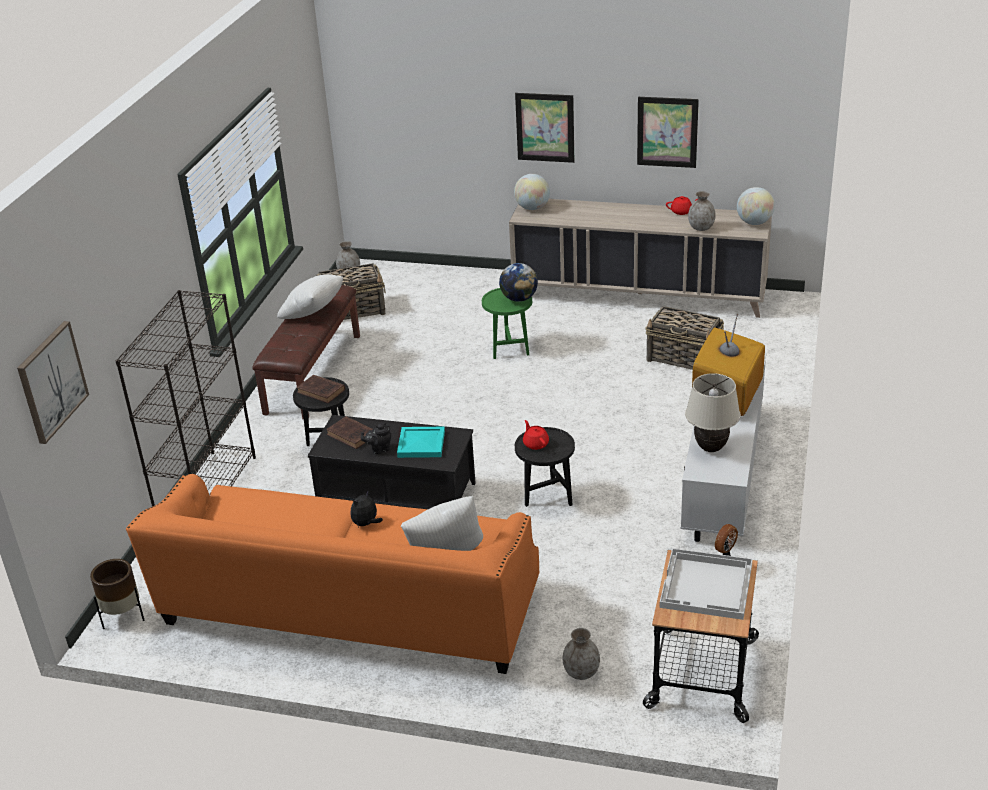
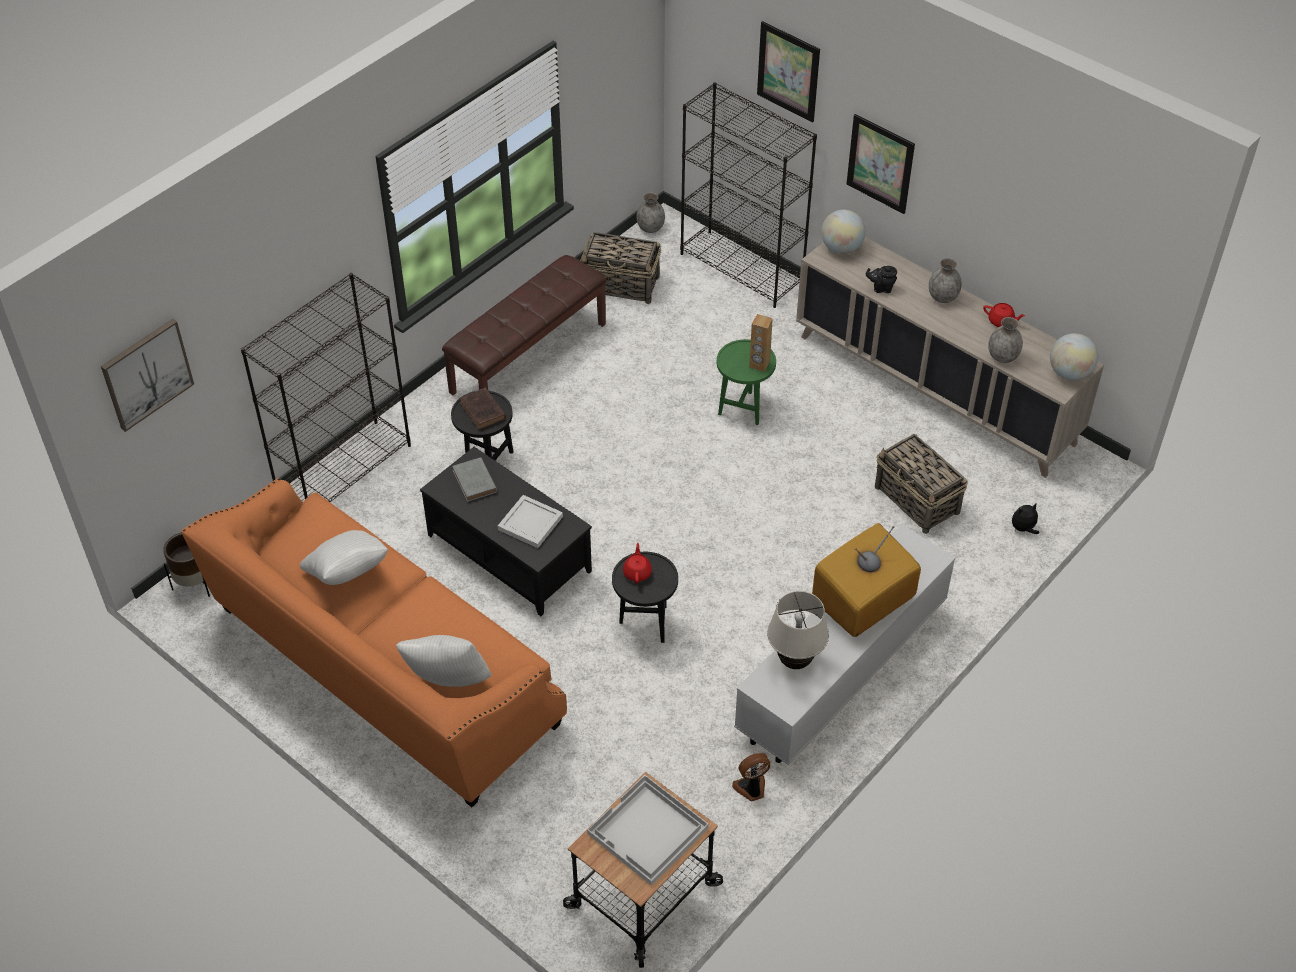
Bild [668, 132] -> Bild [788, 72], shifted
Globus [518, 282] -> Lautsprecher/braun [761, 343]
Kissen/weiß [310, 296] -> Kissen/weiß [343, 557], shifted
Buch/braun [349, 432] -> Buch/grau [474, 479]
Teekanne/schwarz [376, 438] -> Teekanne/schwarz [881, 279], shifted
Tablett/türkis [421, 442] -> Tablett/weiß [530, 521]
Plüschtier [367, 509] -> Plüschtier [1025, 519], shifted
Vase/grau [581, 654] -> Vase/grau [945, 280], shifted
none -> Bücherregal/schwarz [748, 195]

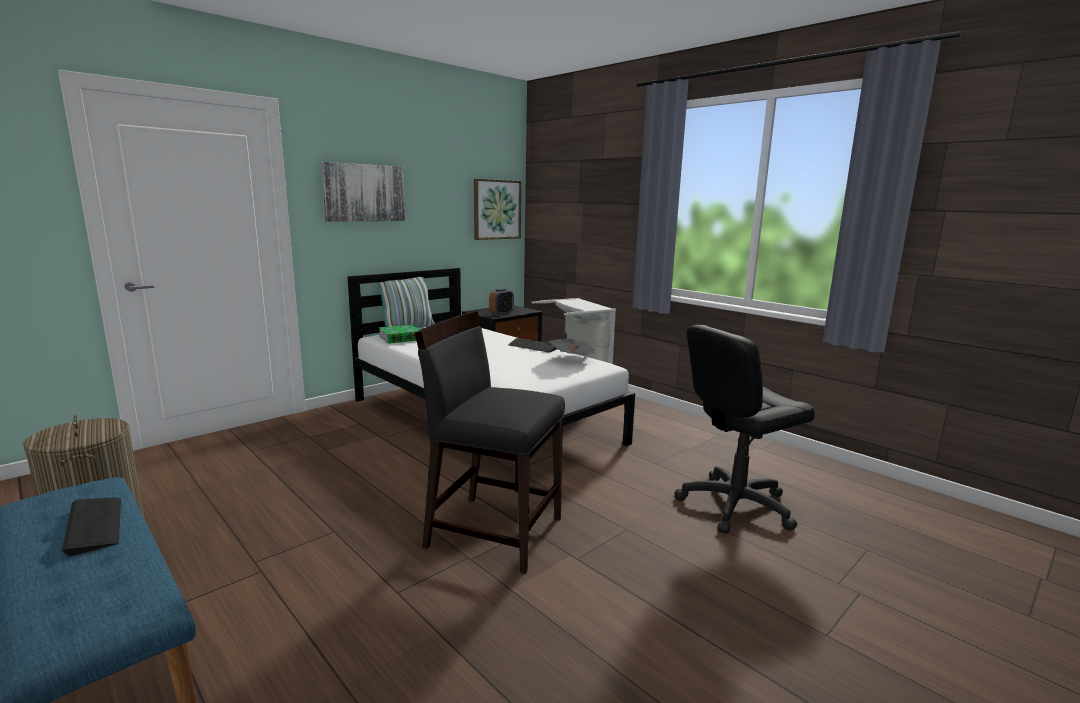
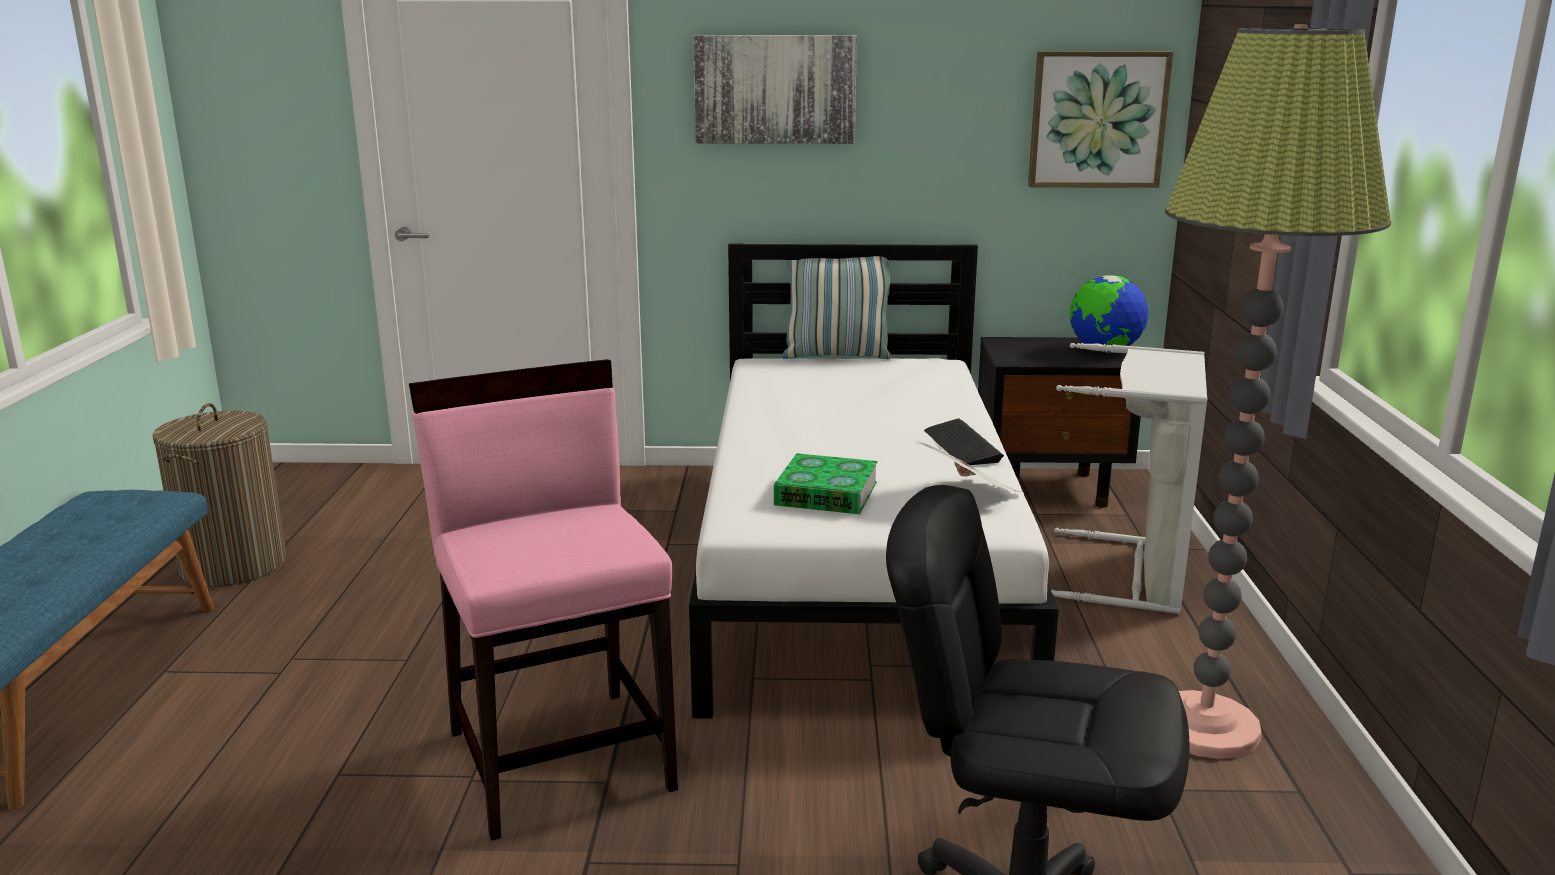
Wecker [501, 302] -> none
Stuhl/schwarz [490, 442] -> Stuhl/rosa [543, 600]
Buch [399, 334] -> Buch [825, 483], shifted
Tastatur [91, 527] -> none
none -> Stehlampe [1278, 392]
none -> Globus [1108, 313]

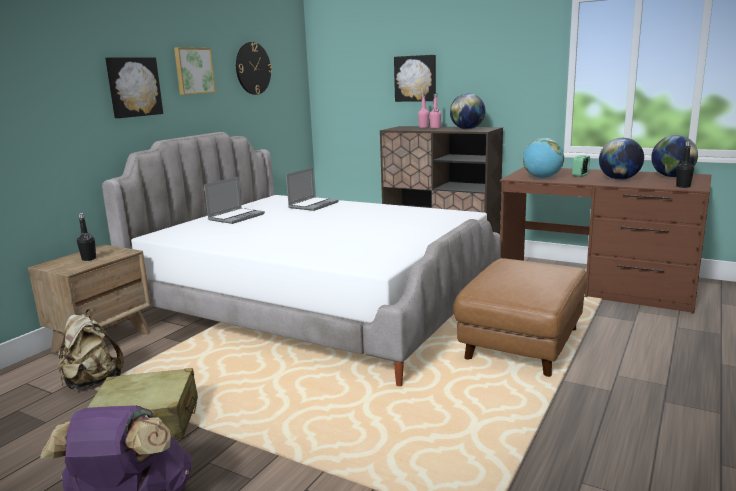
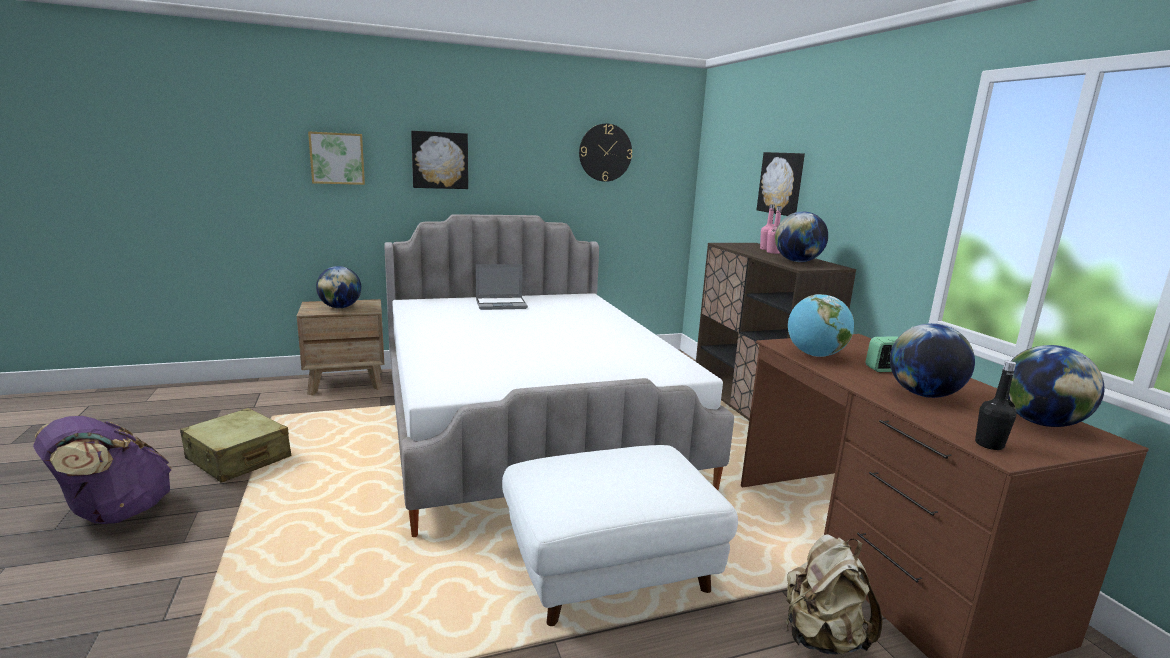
Bild [195, 71] -> Bild [336, 158], shifted
Laptop [312, 189] -> none
Flasche/schwarz [86, 237] -> Globus [338, 287]
Polsterhocker/braun [520, 317] -> Polsterhocker/weiß [620, 535]
Rucksack/beige [91, 349] -> Rucksack/beige [834, 594], shifted

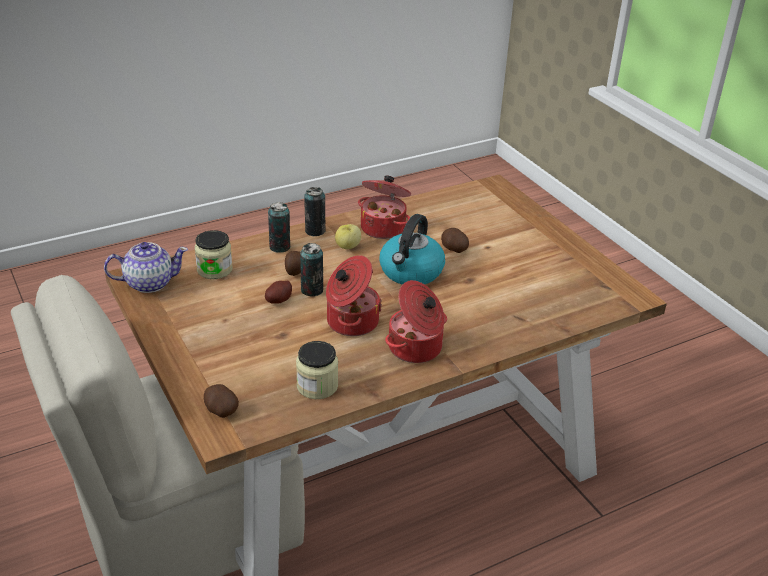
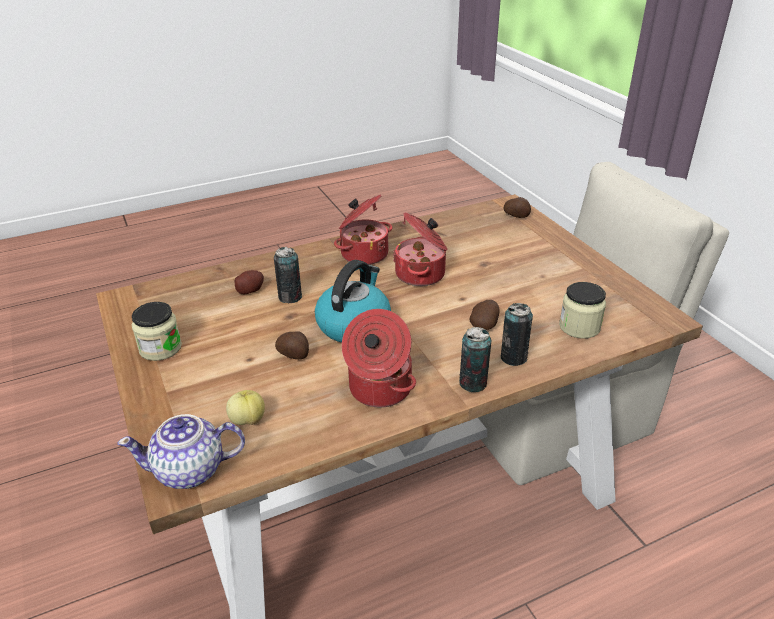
Apfel [348, 236] -> Apfel [245, 407], shifted
Teekanne [146, 267] -> Teekanne [181, 451], shifted
Dose [311, 270] -> Dose [288, 275], shifted
Kartoffel [278, 292] -> Kartoffel [249, 282], shifted
Vorratsglas [317, 370] -> Vorratsglas [157, 331], shifted

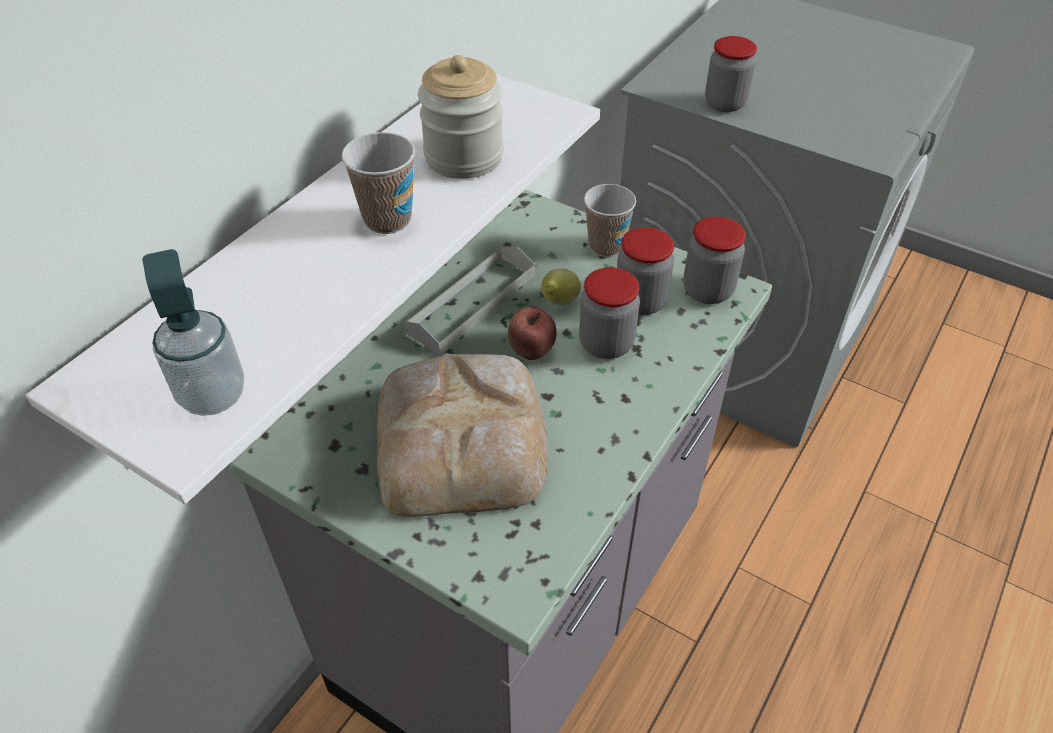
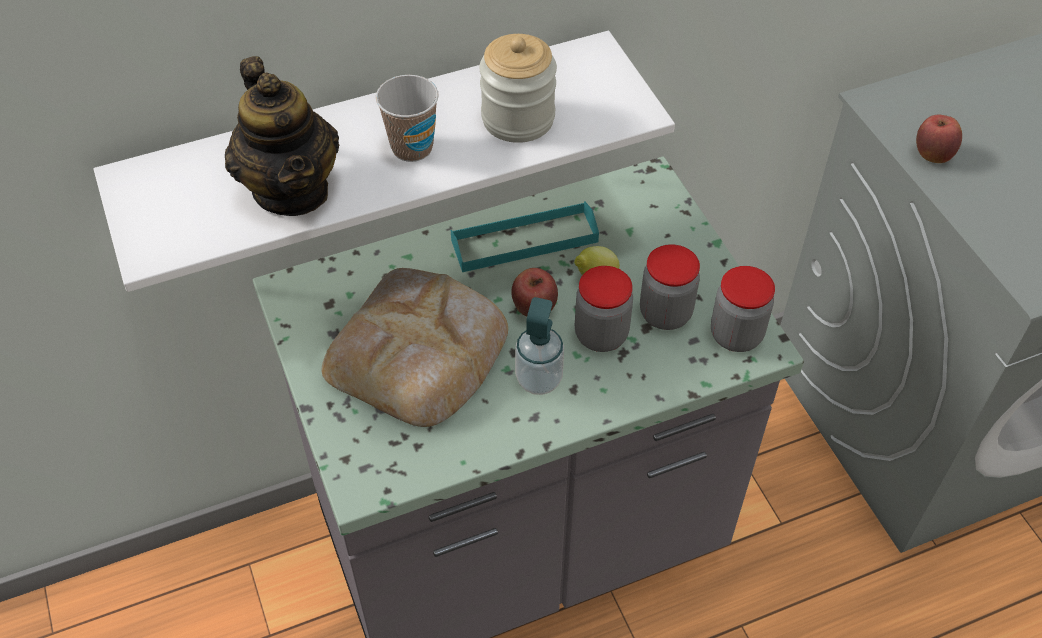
Vorratsglas [731, 74] -> Apfel [939, 138]
Tasse [610, 220] -> none
Tablett/grau [469, 300] -> Tablett/türkis [525, 237]
Seifenspender [193, 332] -> Seifenspender [539, 346], shifted
none -> Teekanne [282, 136]

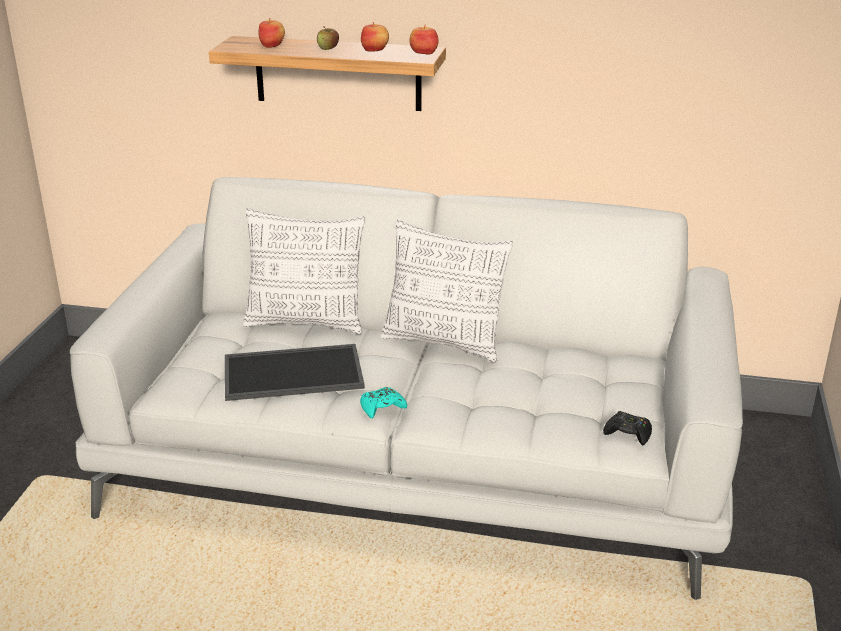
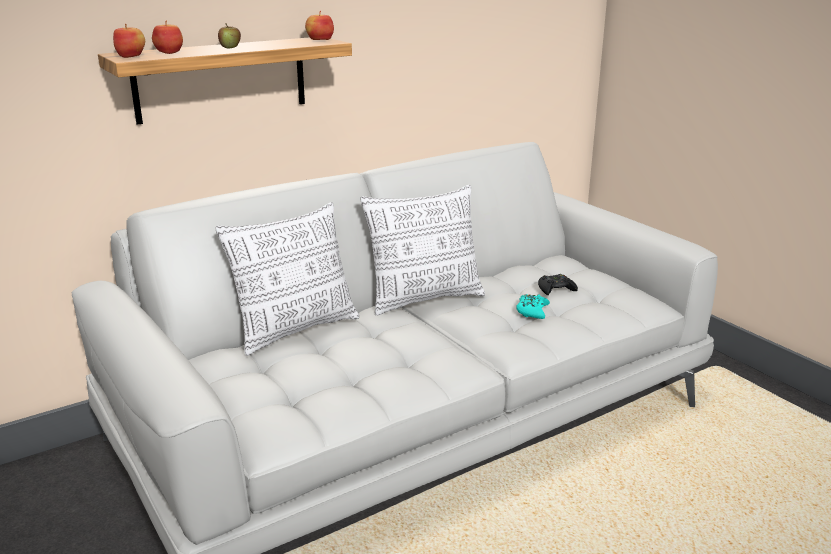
Apfel [375, 37] -> Apfel [129, 40], shifted
Tablett [295, 372] -> none
Gamepad/türkis [383, 403] -> Gamepad/türkis [533, 306], shifted
Gamepad/schwarz [627, 428] -> Gamepad/schwarz [558, 284], shifted

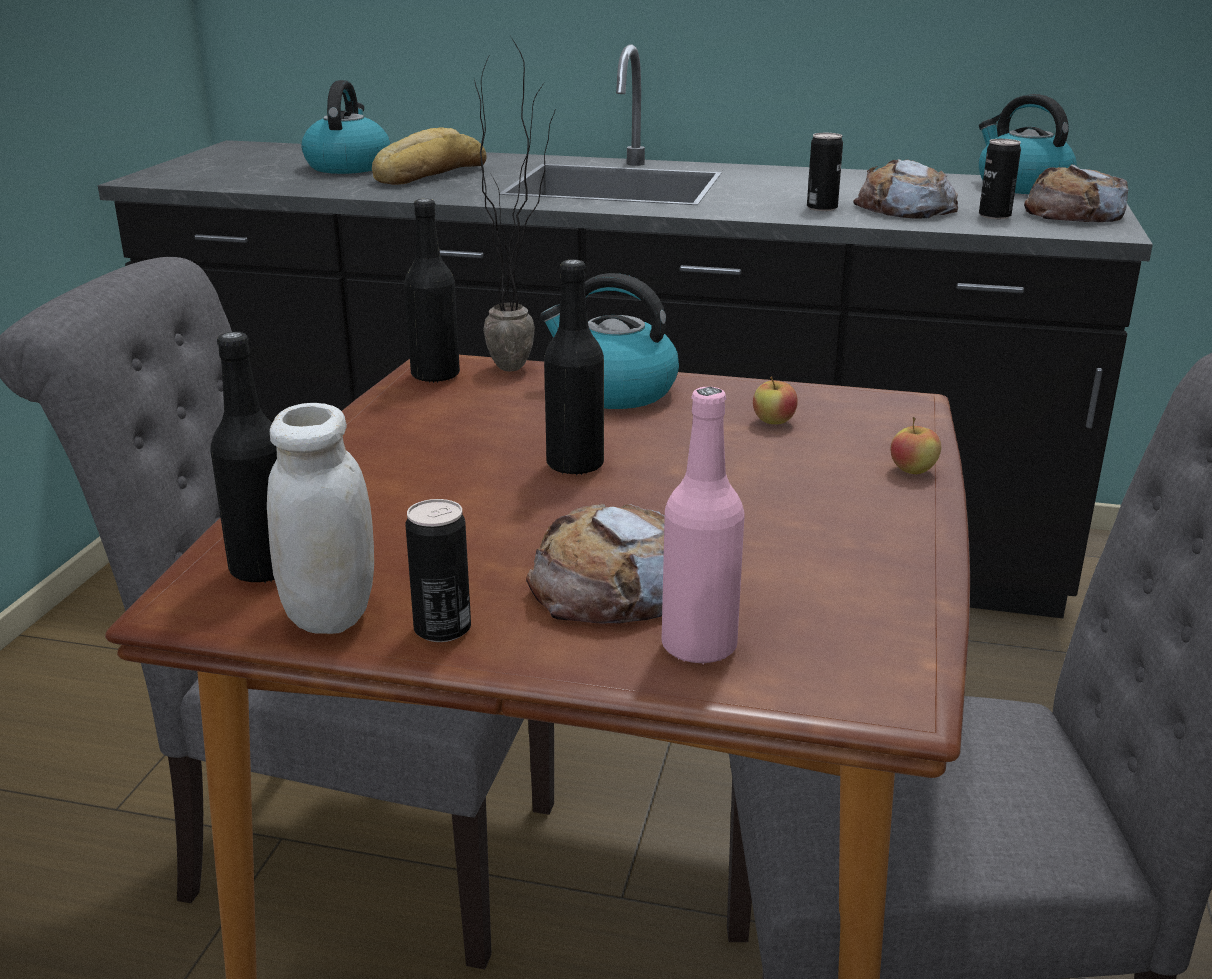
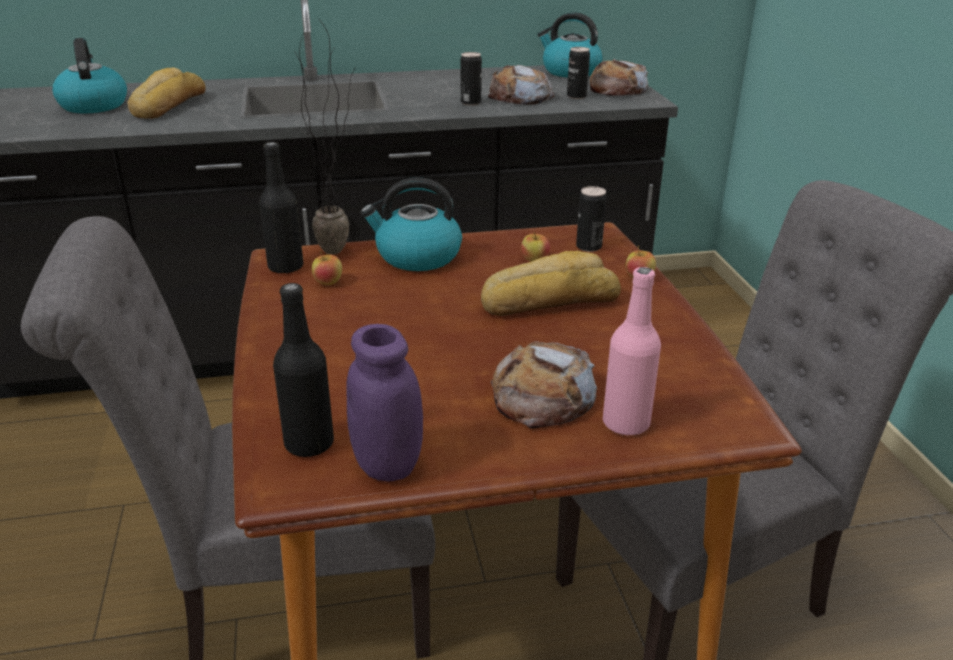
Flasche/schwarz [574, 367] -> none
Vorratsglas/weiß [320, 518] -> Vorratsglas/lila [384, 403]
Dose [438, 570] -> Dose [591, 219], shifted
none -> Apfel [327, 268]
none -> Brot [551, 283]

